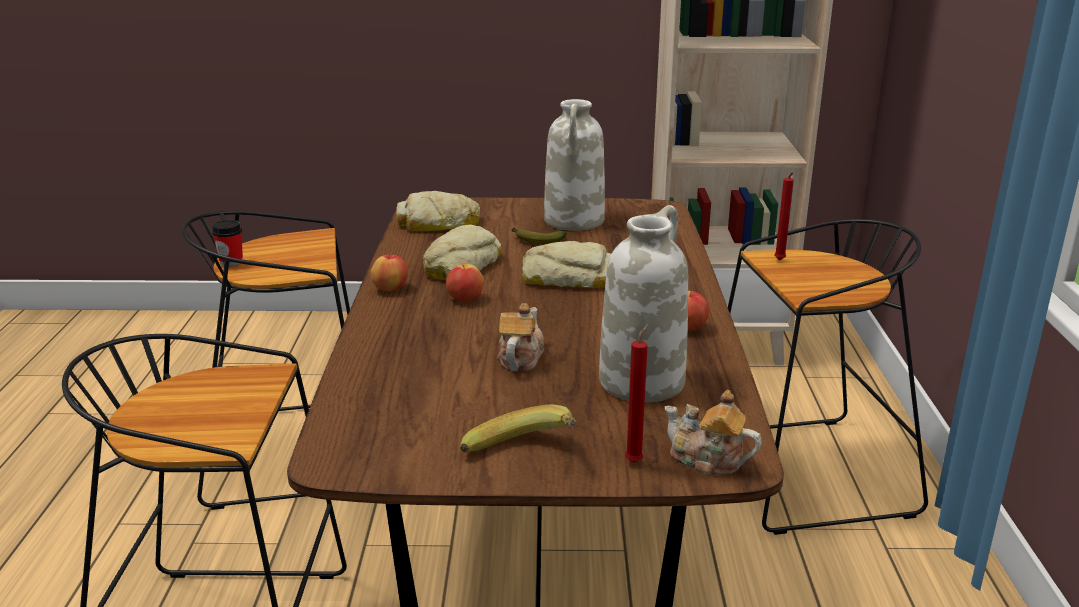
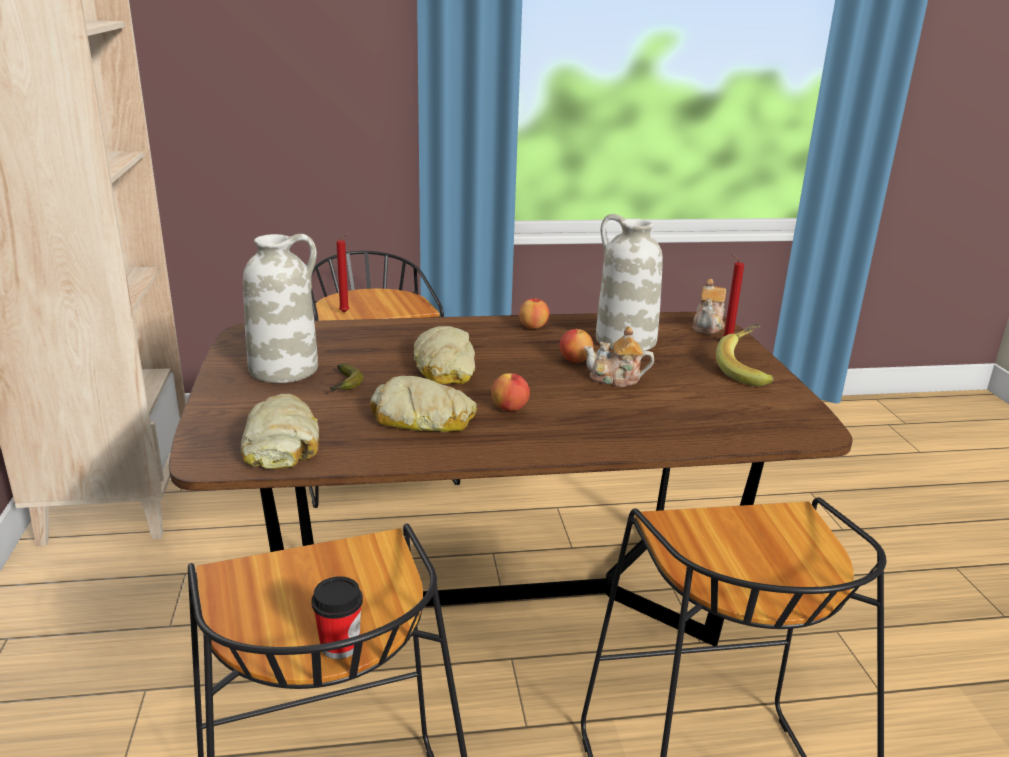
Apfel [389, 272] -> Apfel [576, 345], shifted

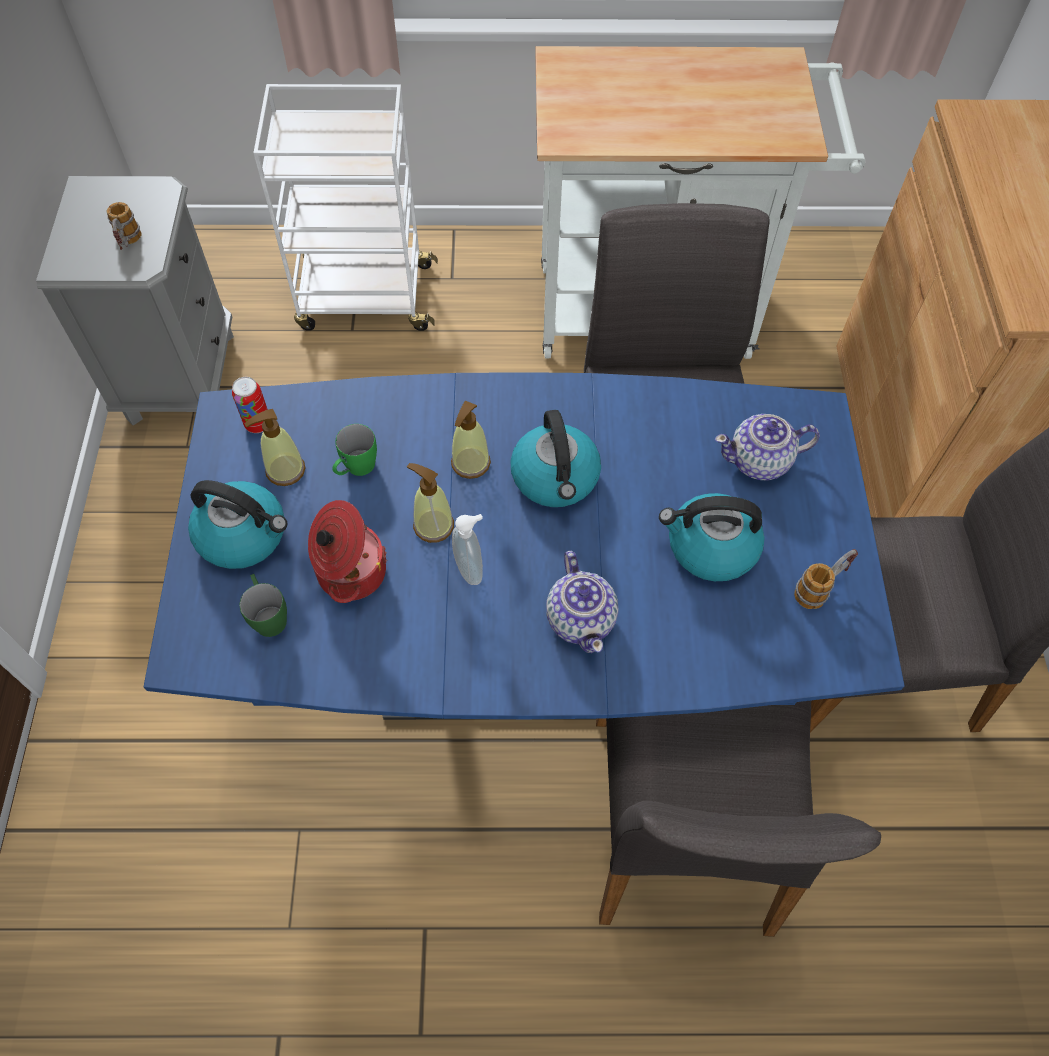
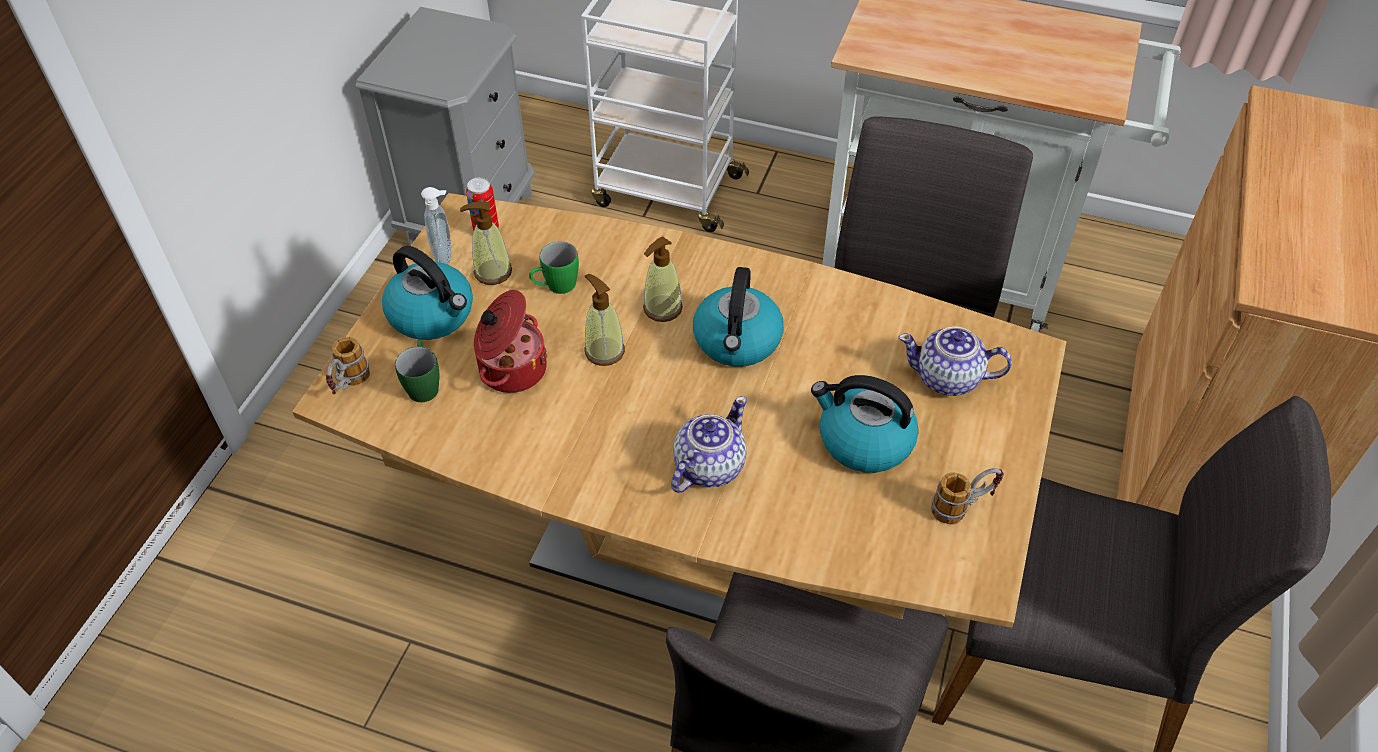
Henkelbecher [124, 226] -> Henkelbecher [348, 365], shifted
Esstisch/blau [524, 546] -> Esstisch/braun [679, 410]
Seifenspender [467, 549] -> Seifenspender [436, 226], shifted
Teekanne [582, 602] -> Teekanne [709, 444], 150 degrees counterclockwise

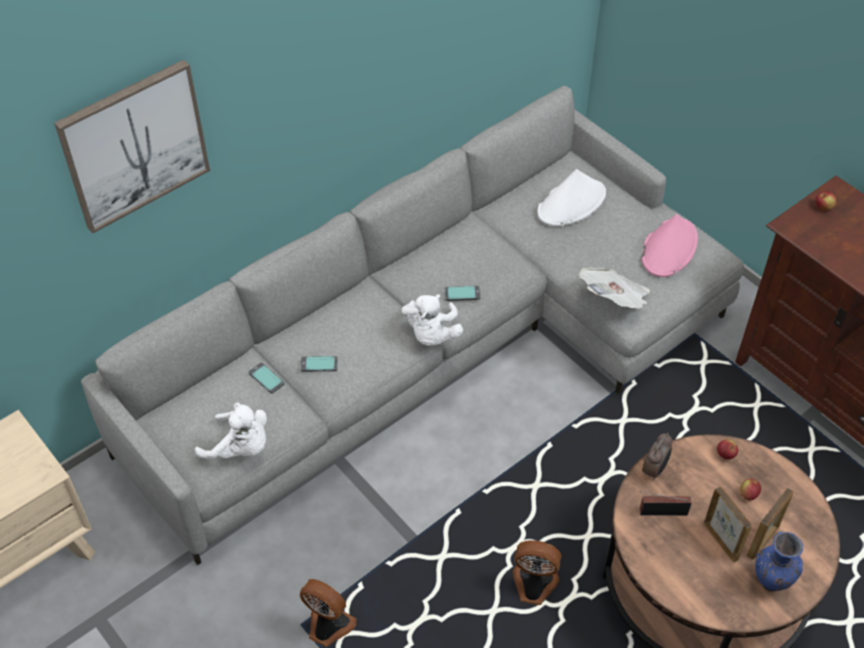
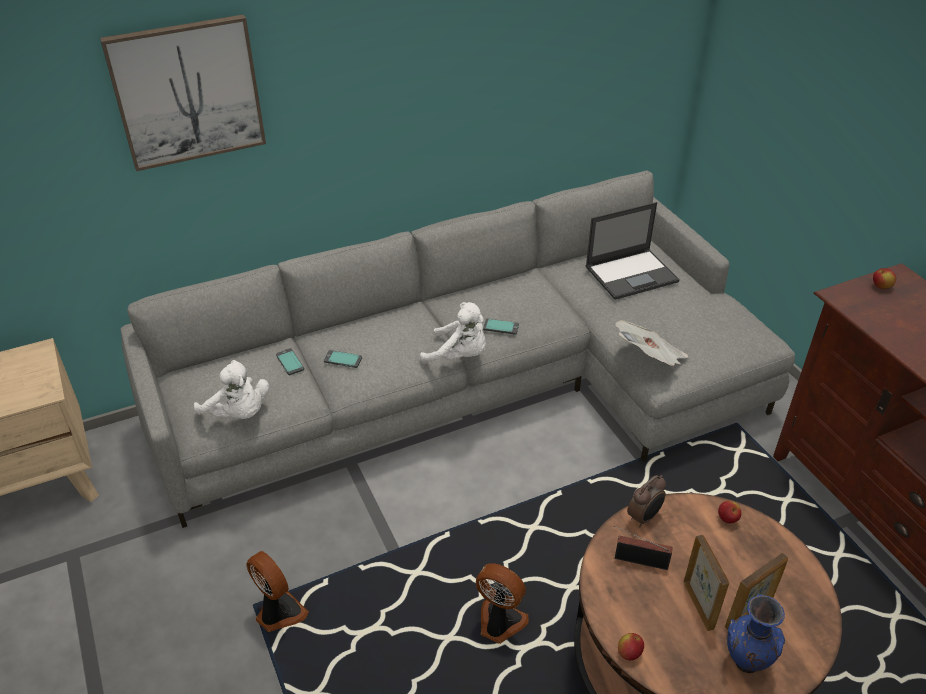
Hut/weiß [571, 197] -> Laptop [633, 251]
Hut/rosa [669, 245] -> none
Plüschtier/weiß [432, 320] -> Plüschtier/weiß [453, 333], 90 degrees counterclockwise
Apfel [750, 489] -> Apfel [631, 646], shifted

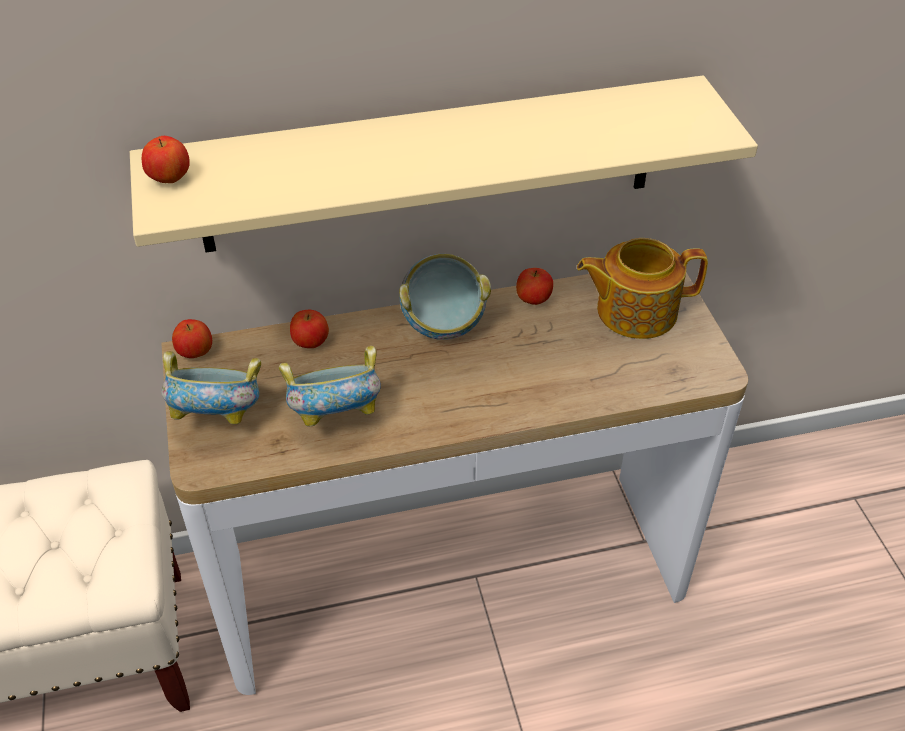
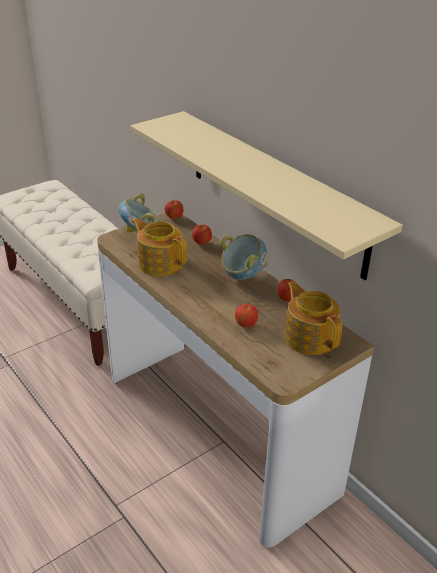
Apfel [166, 159] -> Apfel [246, 315], shifted
Schüssel [330, 386] -> Teekanne [159, 247]

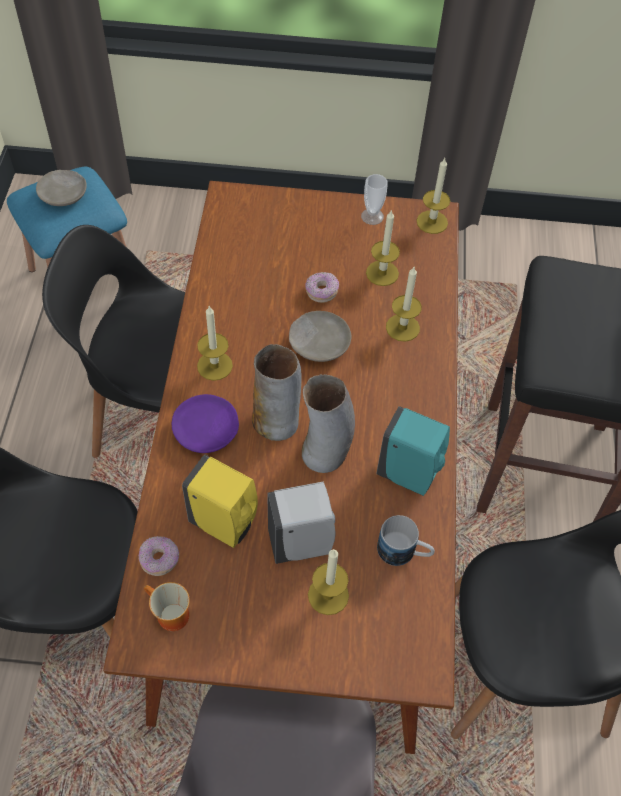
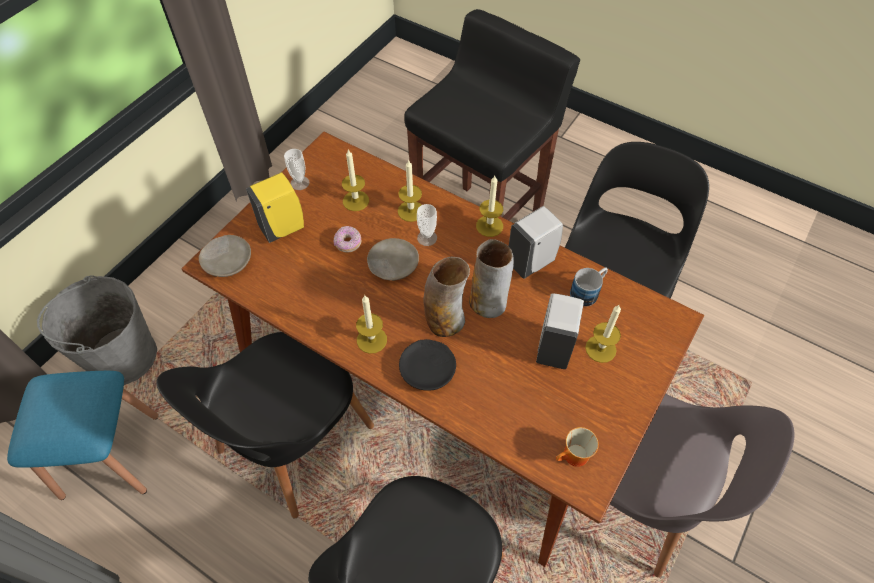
Kerze [433, 196] -> Kerze [489, 206], shifted
Teller/beige [61, 188] -> Teller/beige [225, 256], shifted
Teller/lila [205, 423] -> Teller/schwarz [427, 365]
Seifenspender/türkis [413, 451] -> Seifenspender/weiß [536, 242]
Seifenspender/gelb [220, 501] -> Seifenspender/gelb [275, 207], shifted
Donut [159, 556] -> none
none -> Tasse [427, 225]
none -> Eimer/grau [97, 330]

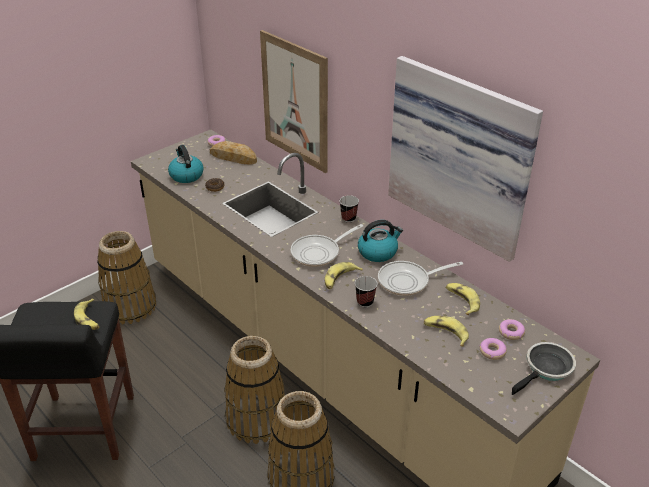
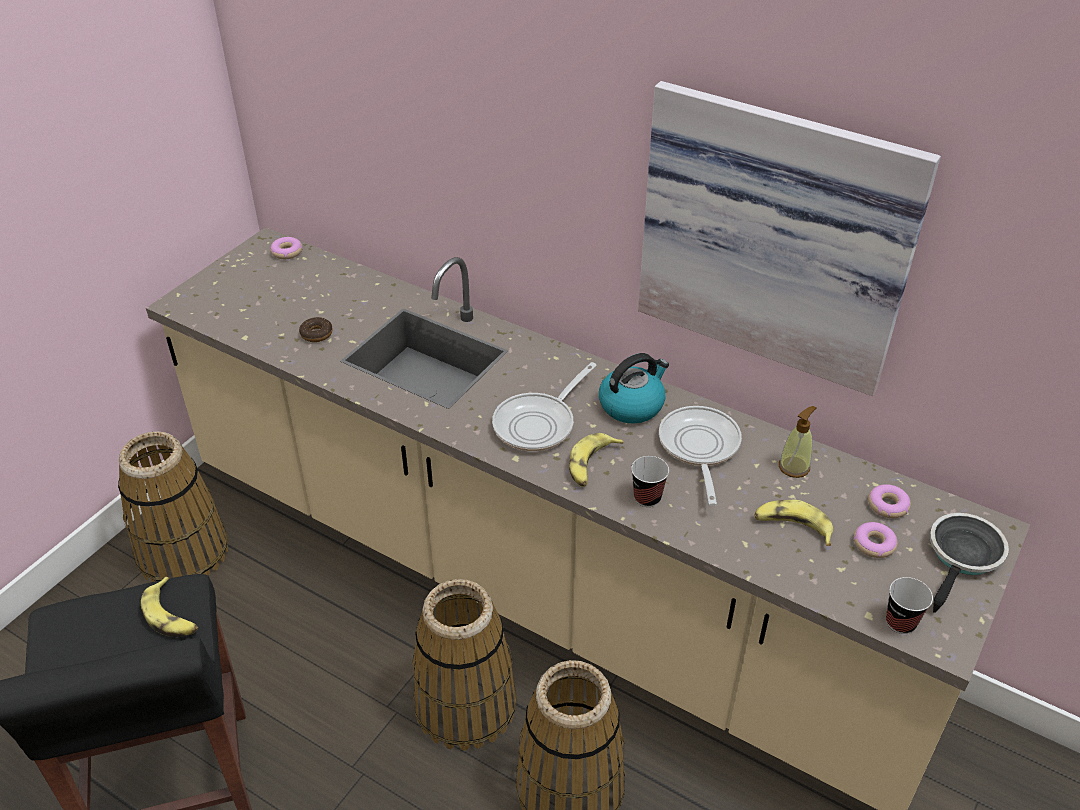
Bild [294, 101] -> none
Brot [233, 153] -> none
Wasserkessel [186, 164] -> none
Tasse [349, 208] -> Tasse [909, 605], shifted
Pfanne [420, 278] -> Pfanne [700, 456], 120 degrees clockwise
Banane [463, 299] -> Seifenspender [798, 442]

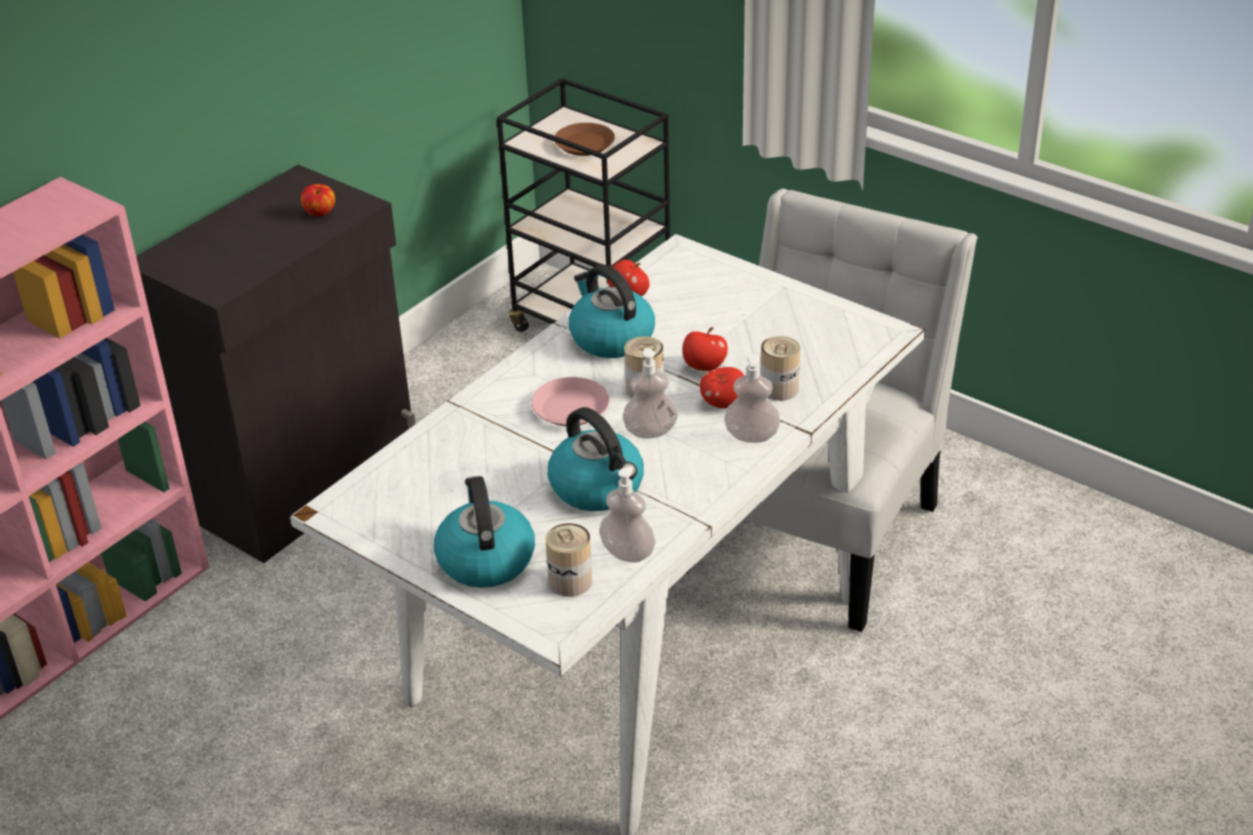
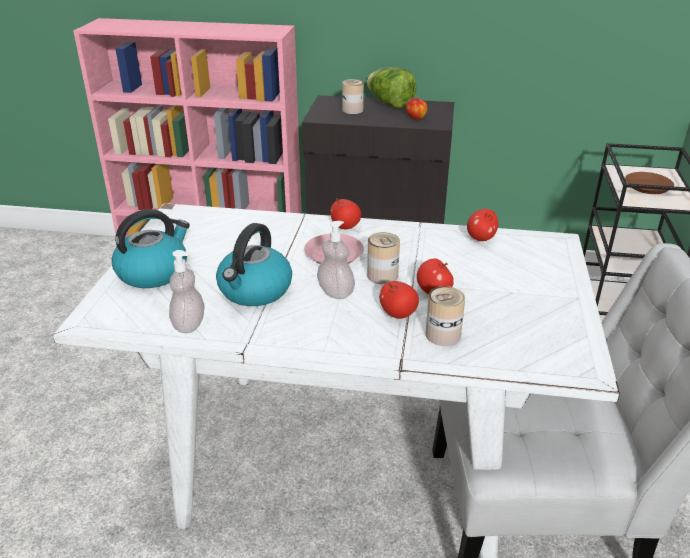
Wasserkessel [612, 311] -> none
Seifenspender [752, 398] -> none
Dose [569, 560] -> Dose [353, 96], shifted
none -> Salatkopf [392, 88]
none -> Apfel [345, 213]

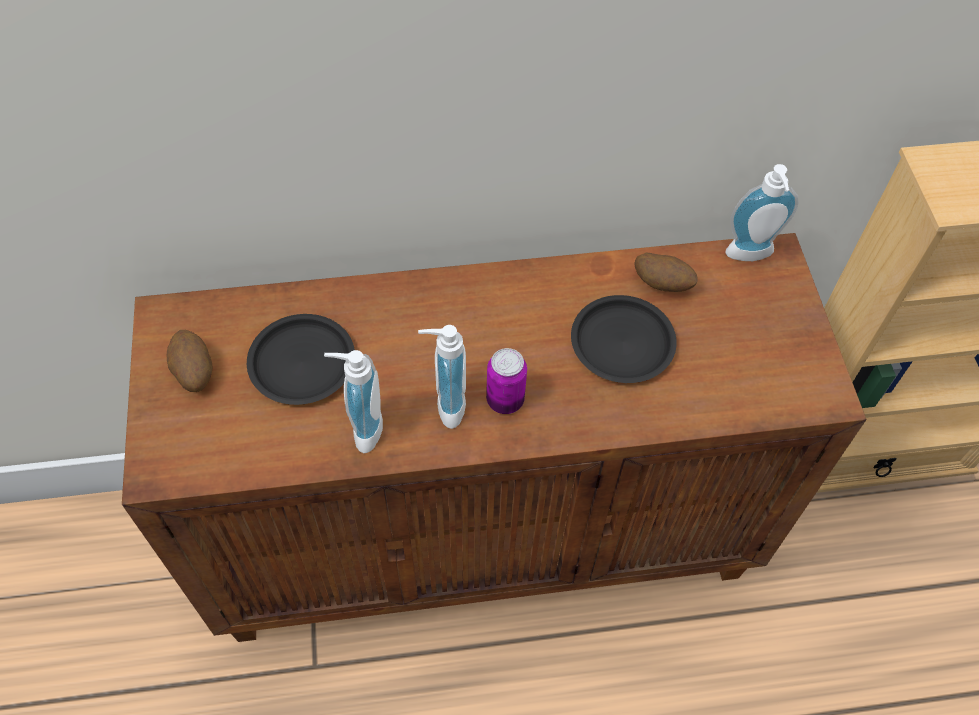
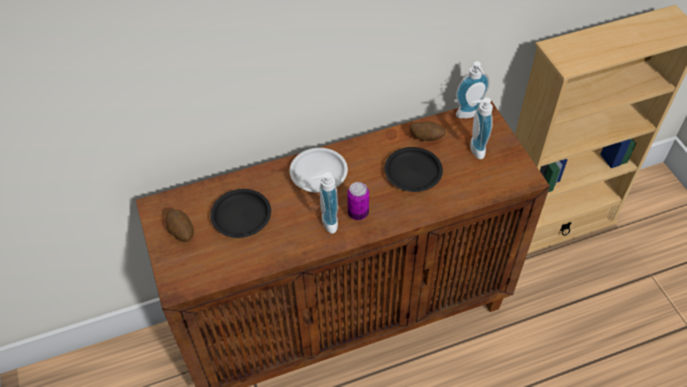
Seifenspender [353, 401] -> Seifenspender [481, 128], shifted
none -> Teller/weiß [319, 170]

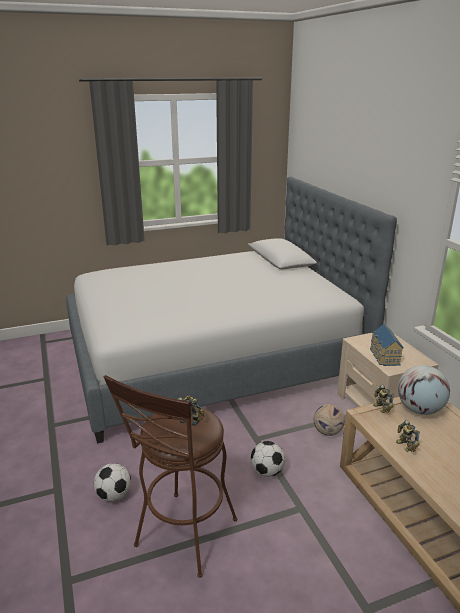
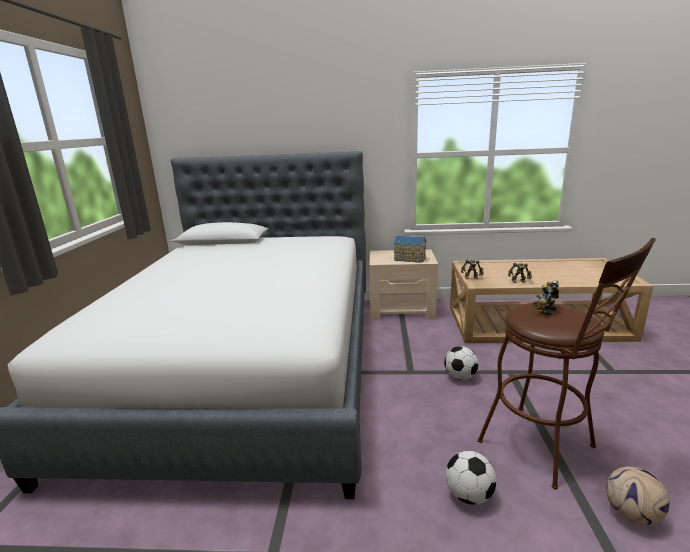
Globus [424, 390] -> none
Fußball [329, 420] -> Fußball [638, 495], shifted

